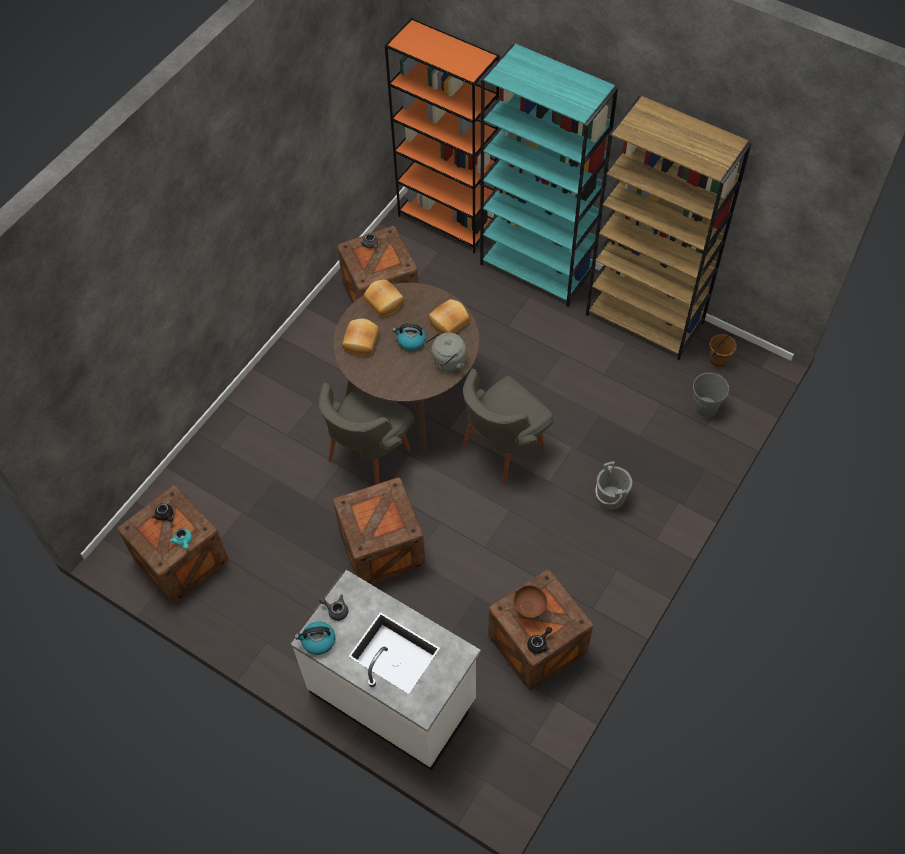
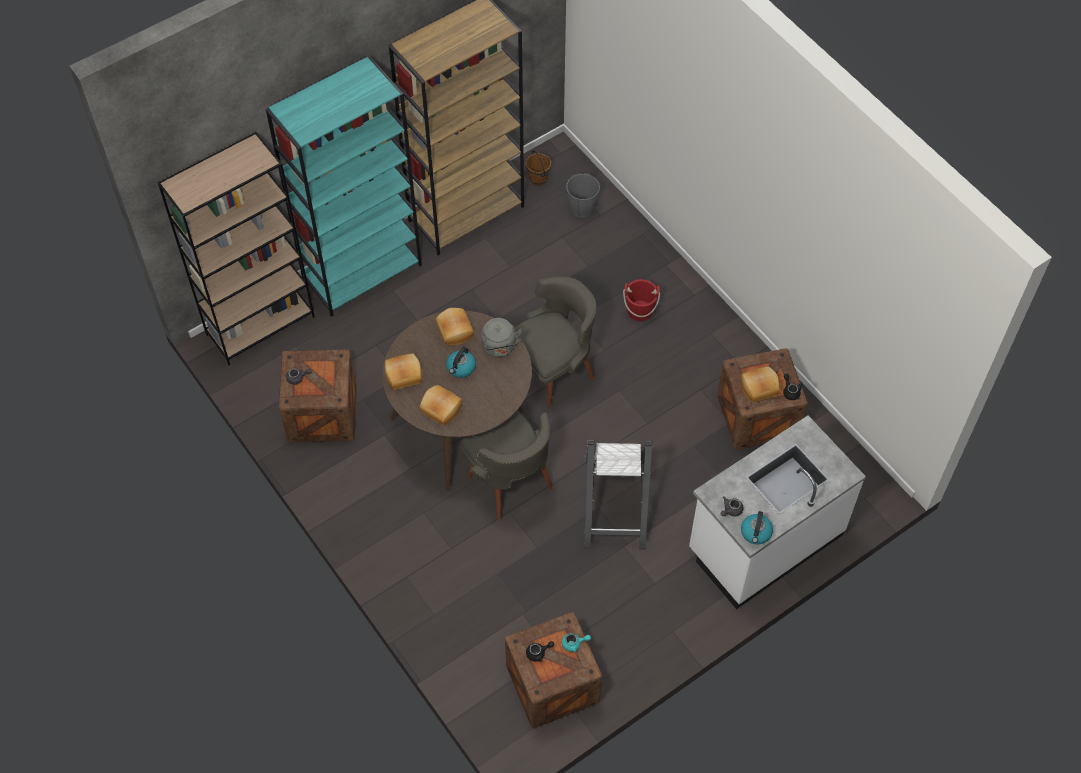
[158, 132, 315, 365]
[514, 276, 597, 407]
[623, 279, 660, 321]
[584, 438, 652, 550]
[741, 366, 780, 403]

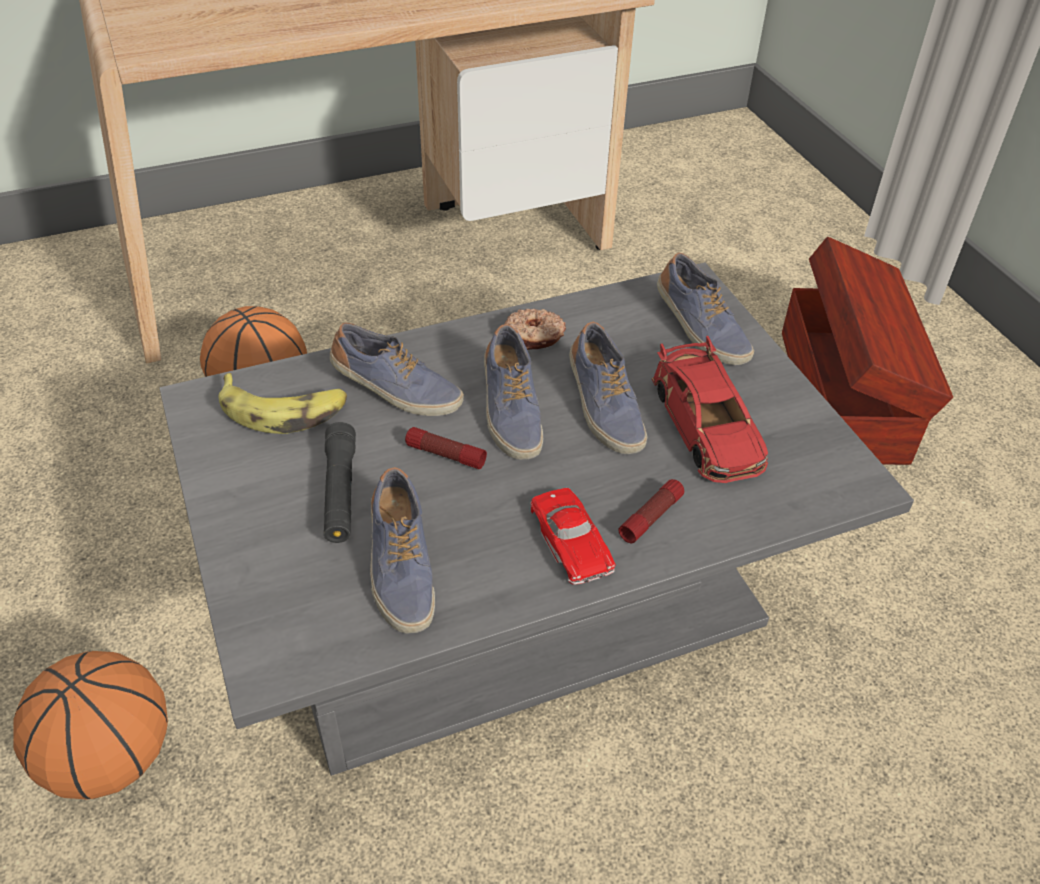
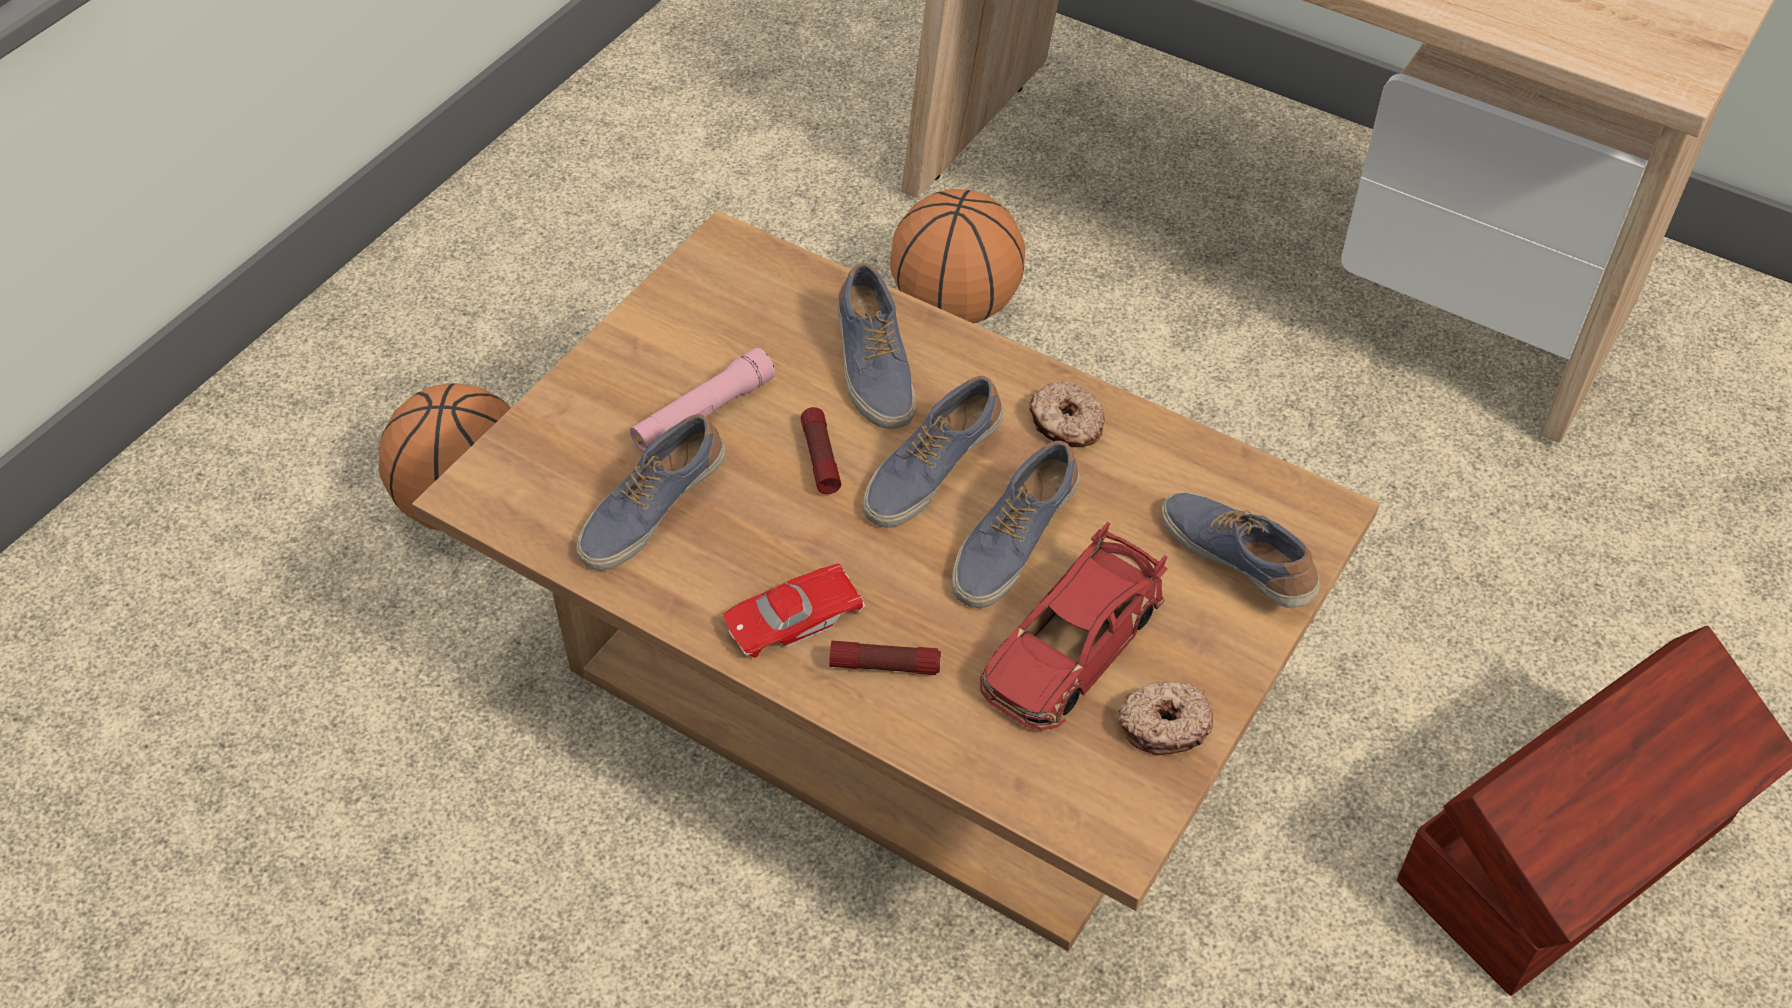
[1161, 492, 1320, 608]
[412, 211, 1380, 951]
[219, 373, 347, 434] (first image)
[630, 348, 775, 453]
[723, 563, 865, 658]
[1118, 682, 1213, 755]

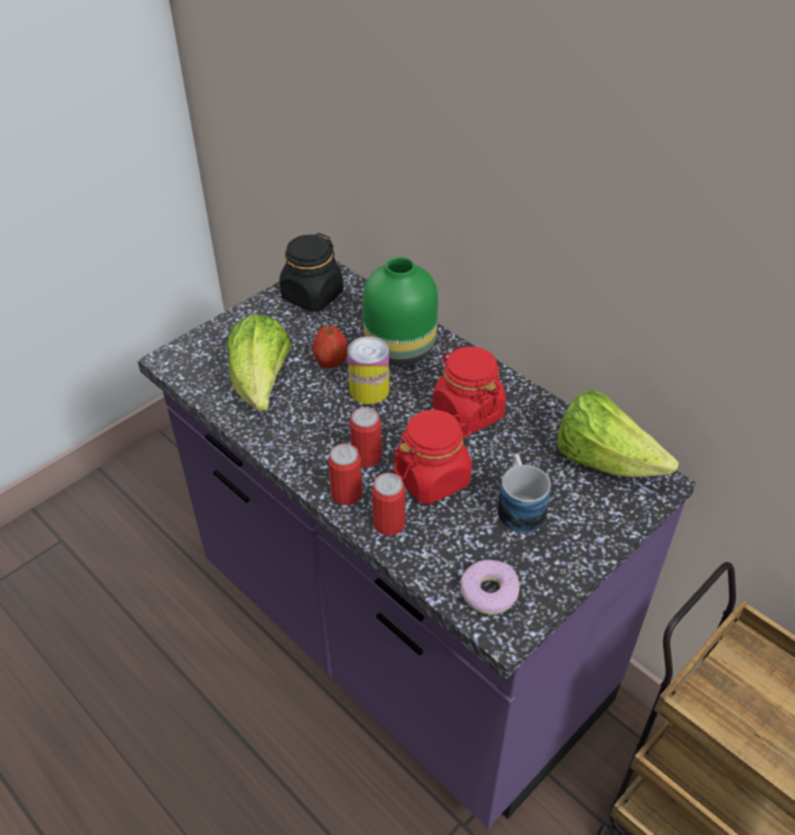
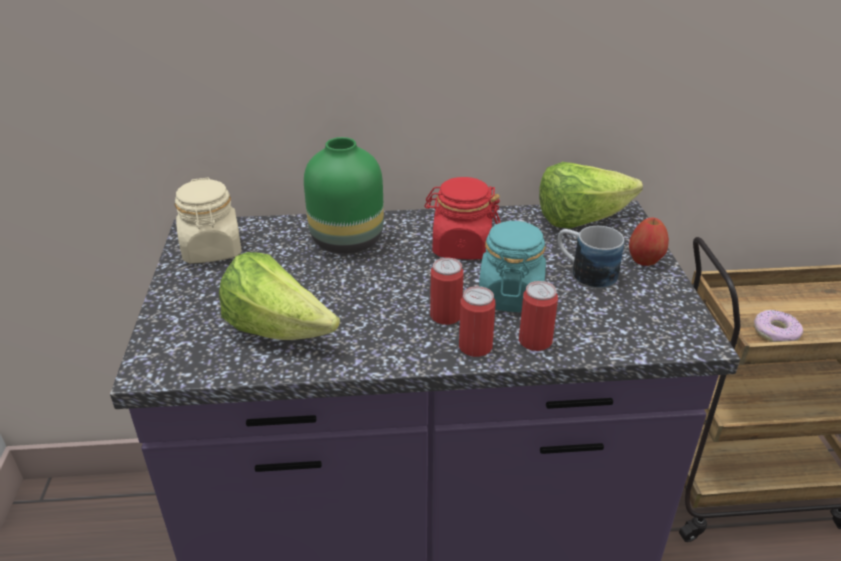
[174, 178, 242, 264]
[629, 218, 669, 266]
[347, 336, 389, 404] (first image)
[479, 221, 546, 312]
[754, 309, 803, 342]

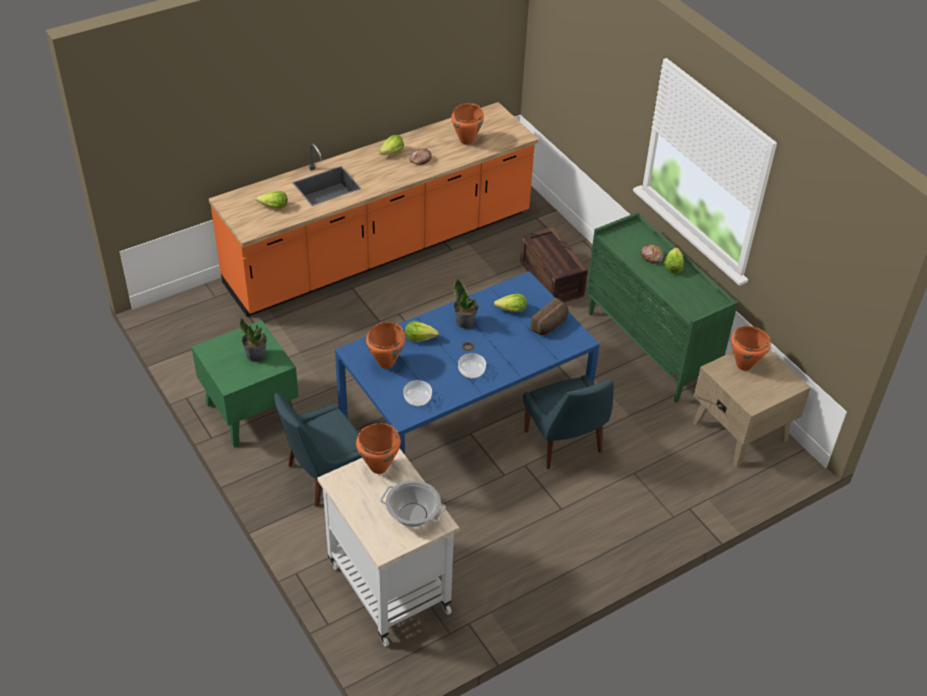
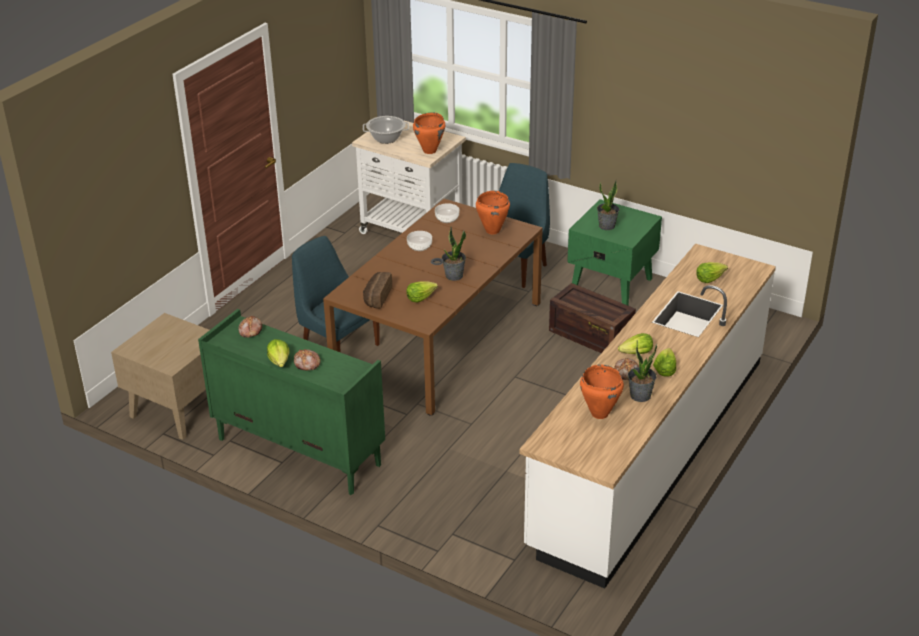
[519, 243, 776, 588]
[549, 283, 636, 353]
[323, 199, 543, 416]
[618, 333, 653, 354]
[731, 326, 771, 371] (first image)
[238, 315, 262, 338]
[628, 340, 657, 402]

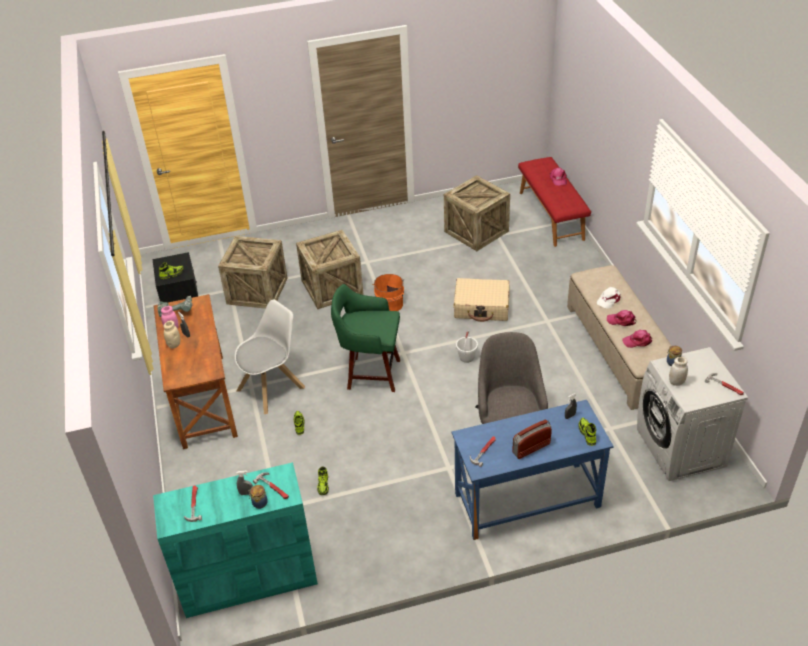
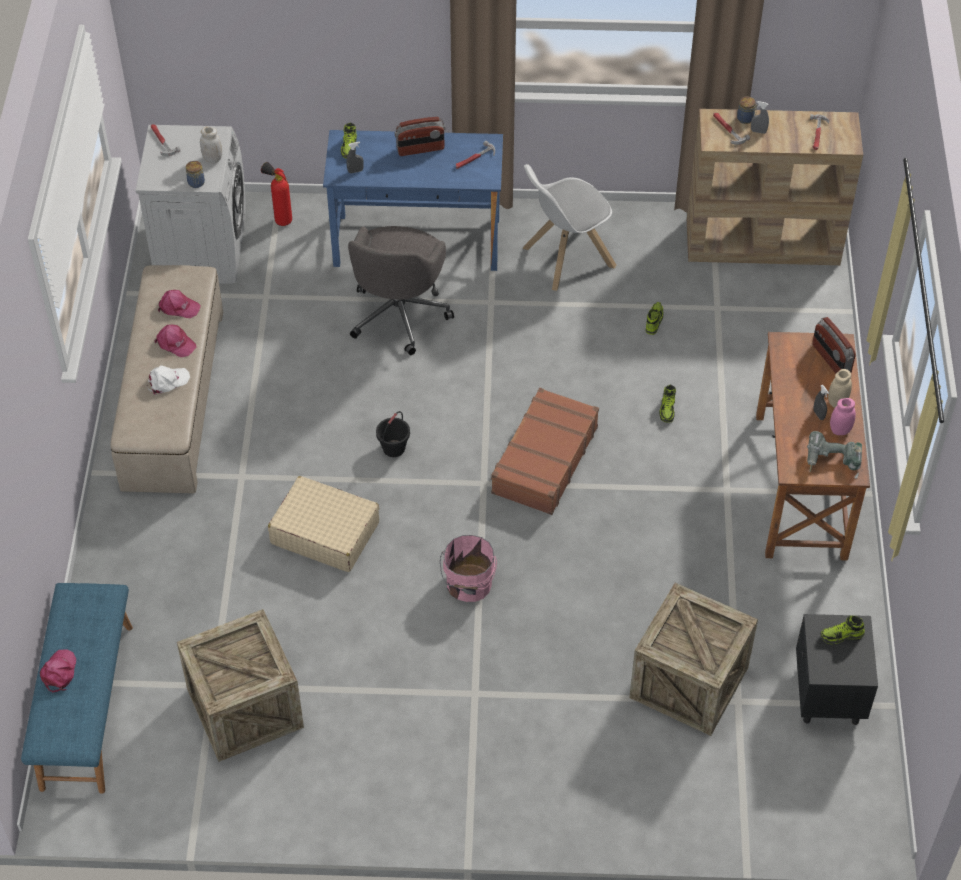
[21, 583, 133, 794]
[296, 230, 364, 309] (first image)
[440, 535, 497, 602]
[491, 388, 599, 515]
[522, 164, 616, 291]
[376, 411, 410, 457]
[687, 109, 863, 265]
[261, 162, 292, 226]
[812, 317, 856, 373]

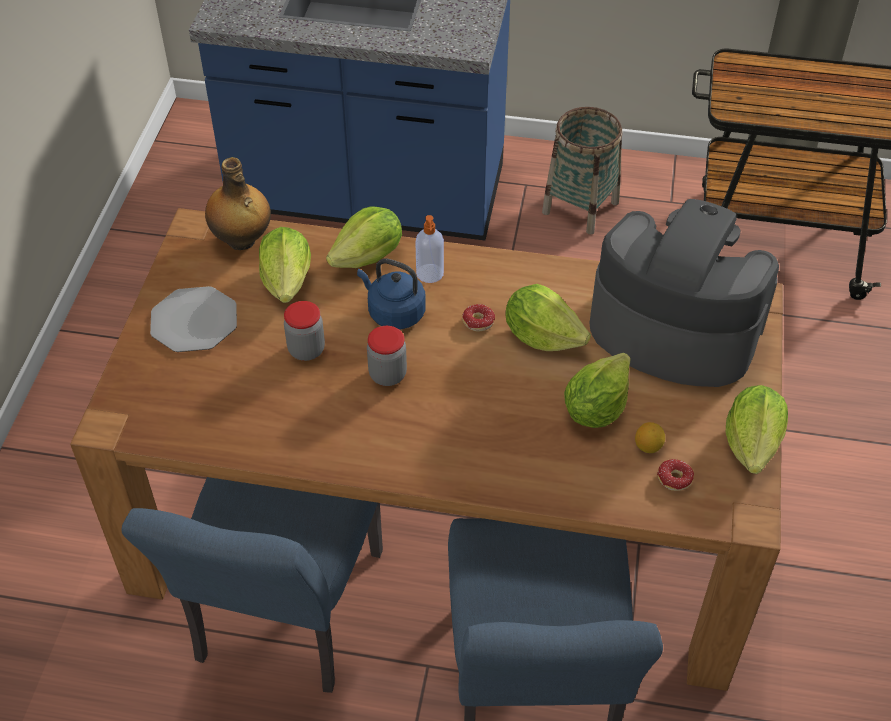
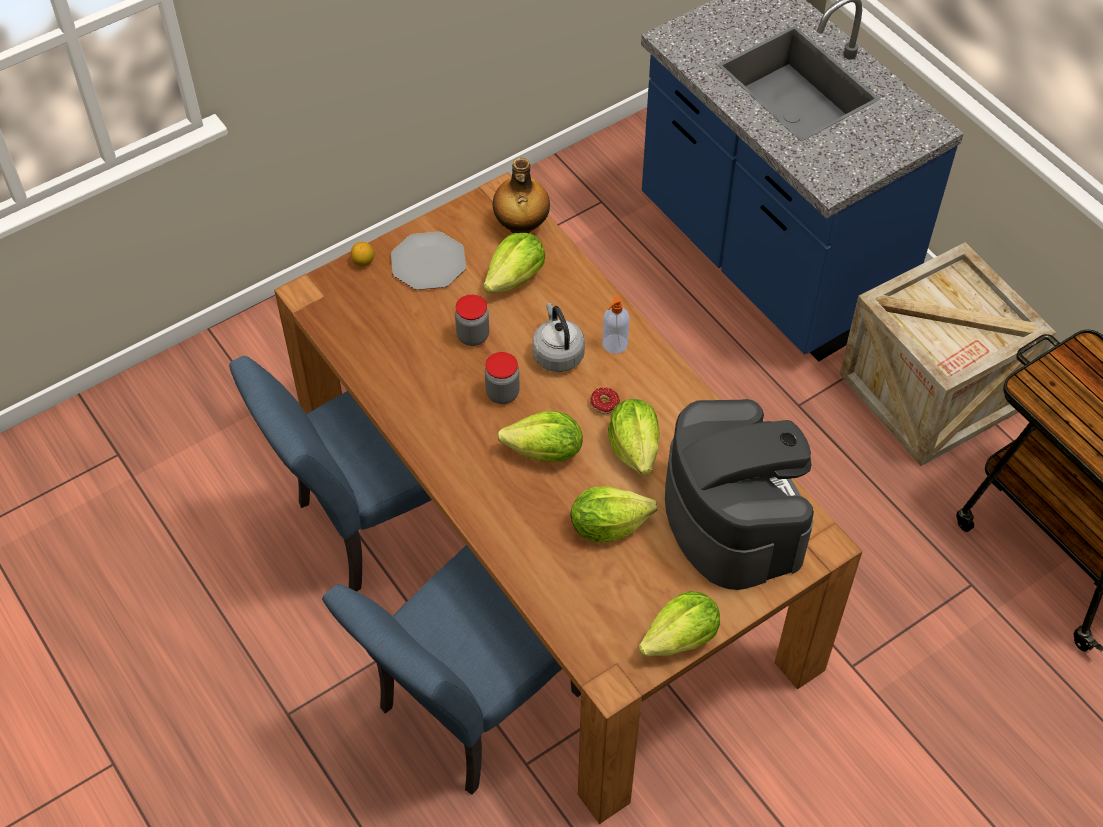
[839, 242, 1056, 466]
[497, 411, 583, 462]
[532, 303, 585, 372]
[351, 242, 374, 267]
[657, 459, 694, 491] (first image)

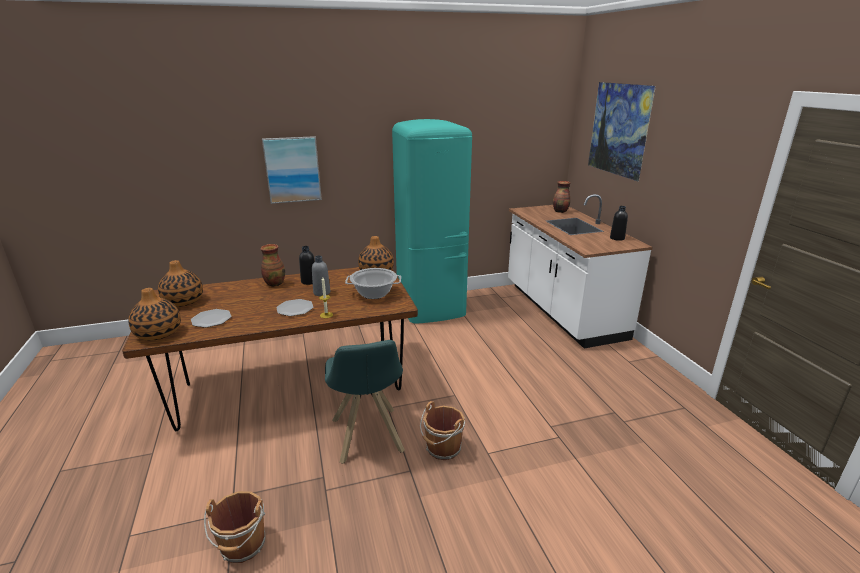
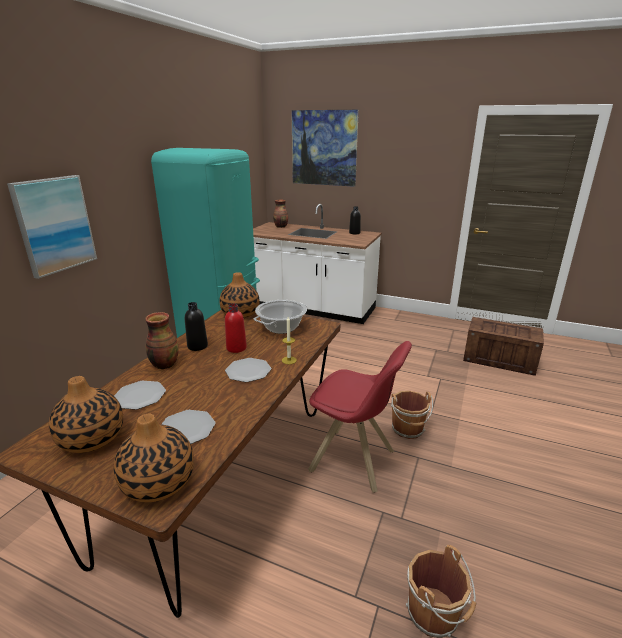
[225, 304, 247, 353]
[308, 341, 412, 493]
[463, 317, 544, 376]
[114, 381, 166, 410]

